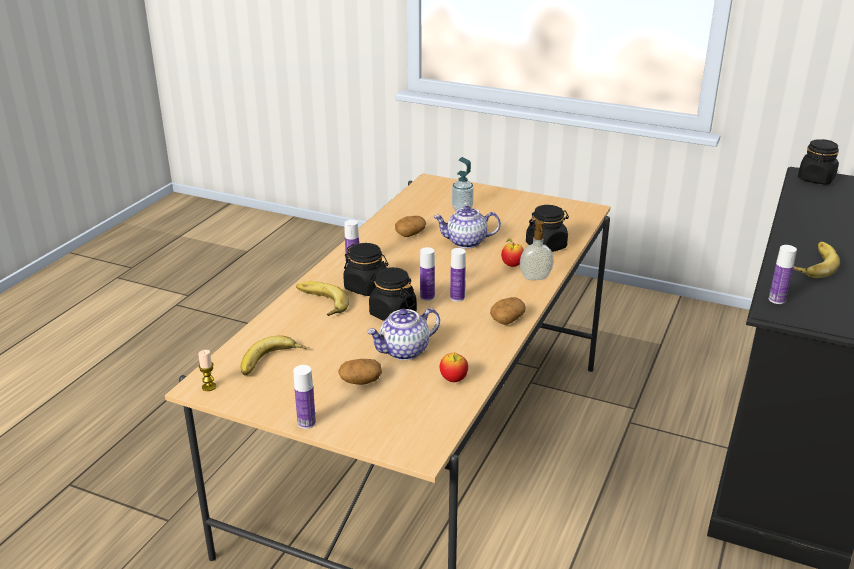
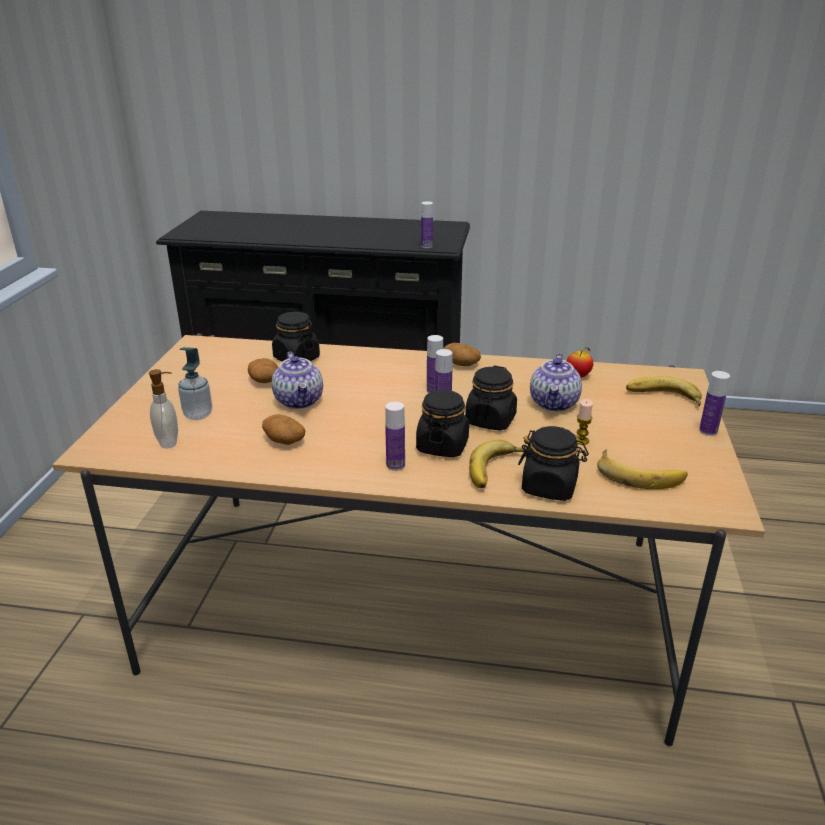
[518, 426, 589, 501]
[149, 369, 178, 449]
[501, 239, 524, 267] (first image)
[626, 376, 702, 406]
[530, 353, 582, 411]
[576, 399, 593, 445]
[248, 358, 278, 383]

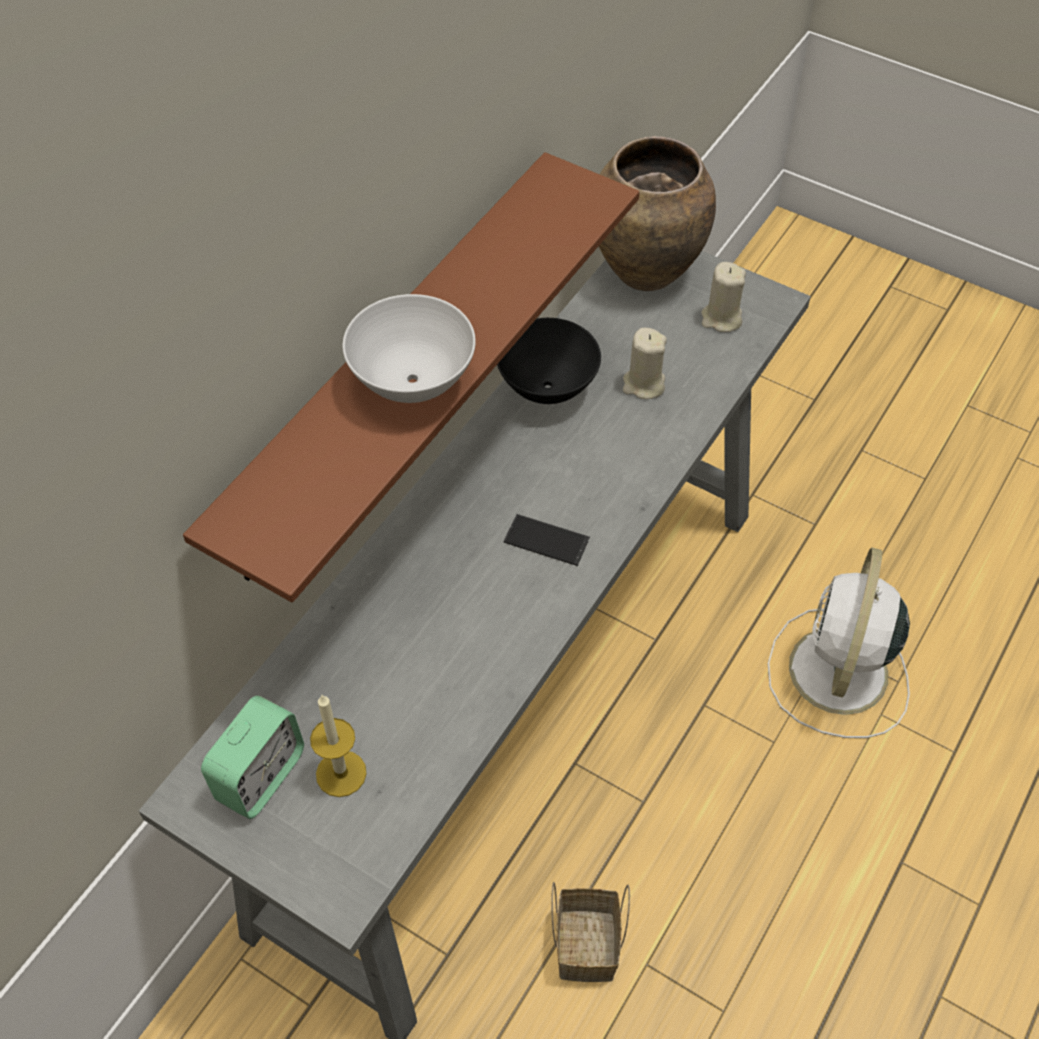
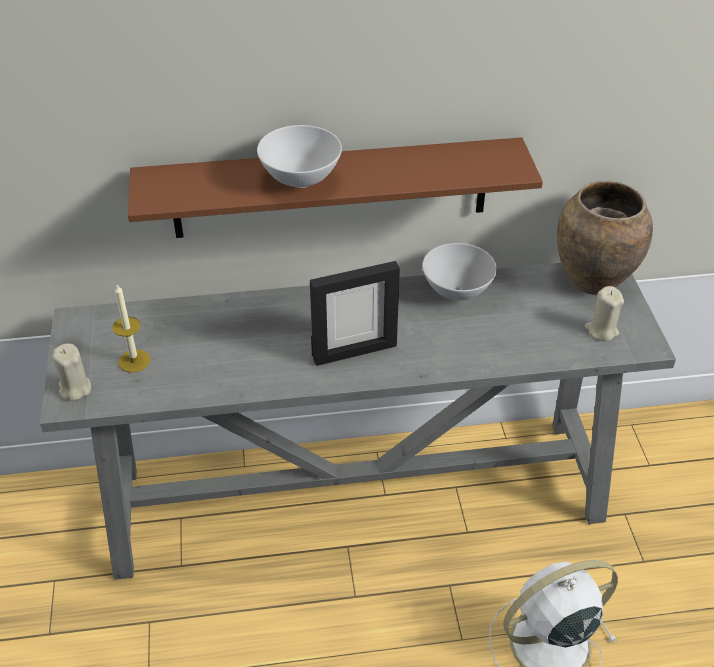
[422, 243, 497, 300]
[53, 344, 91, 401]
[310, 261, 400, 366]
[201, 695, 304, 819] (first image)
[551, 882, 630, 982] (first image)

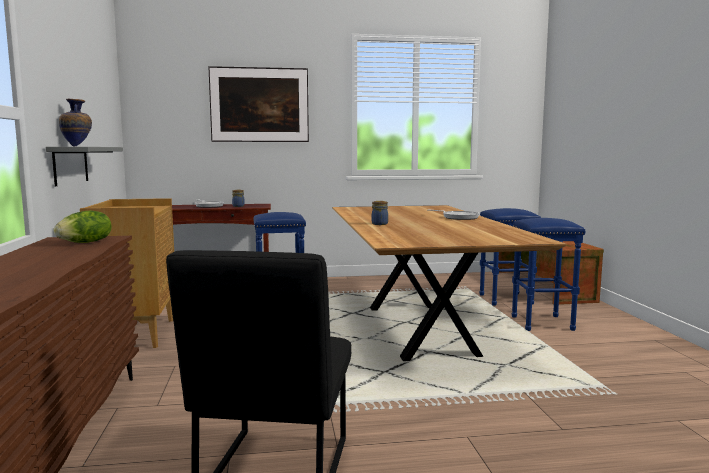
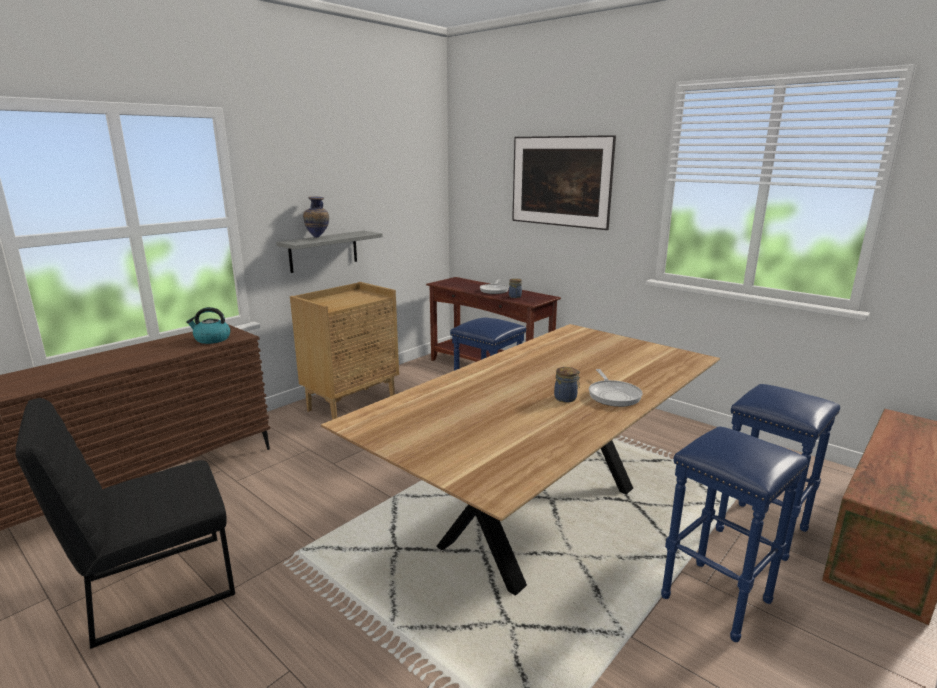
[554, 367, 580, 402]
[186, 307, 231, 344]

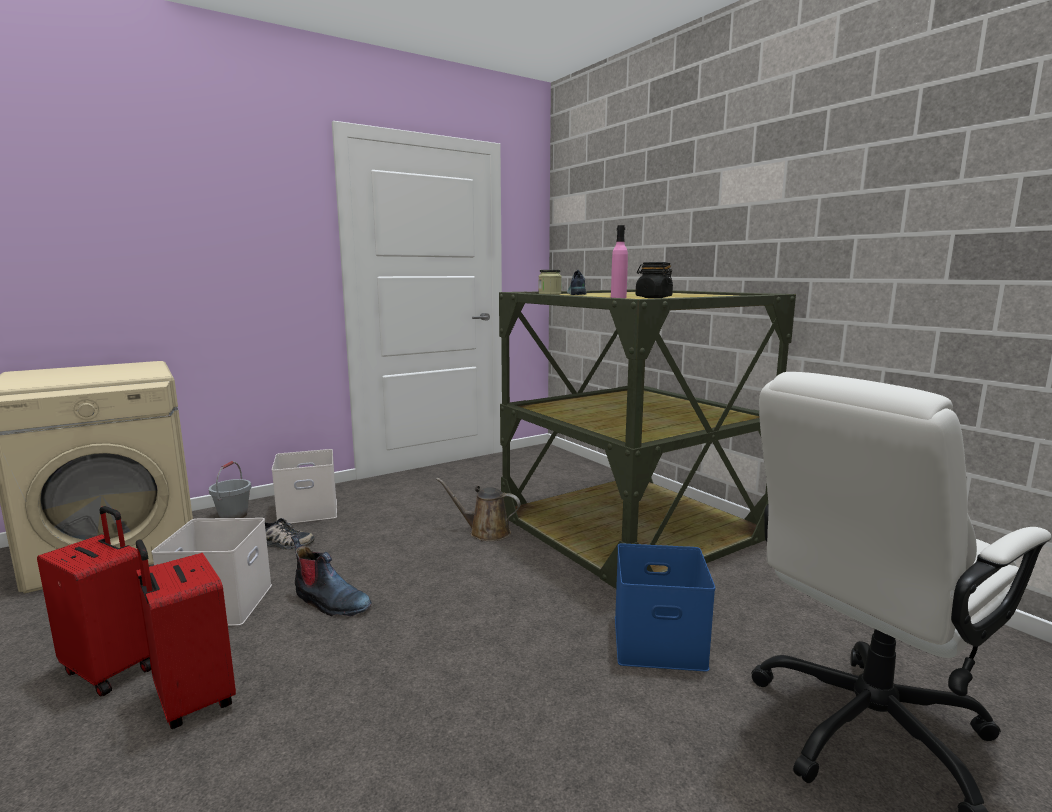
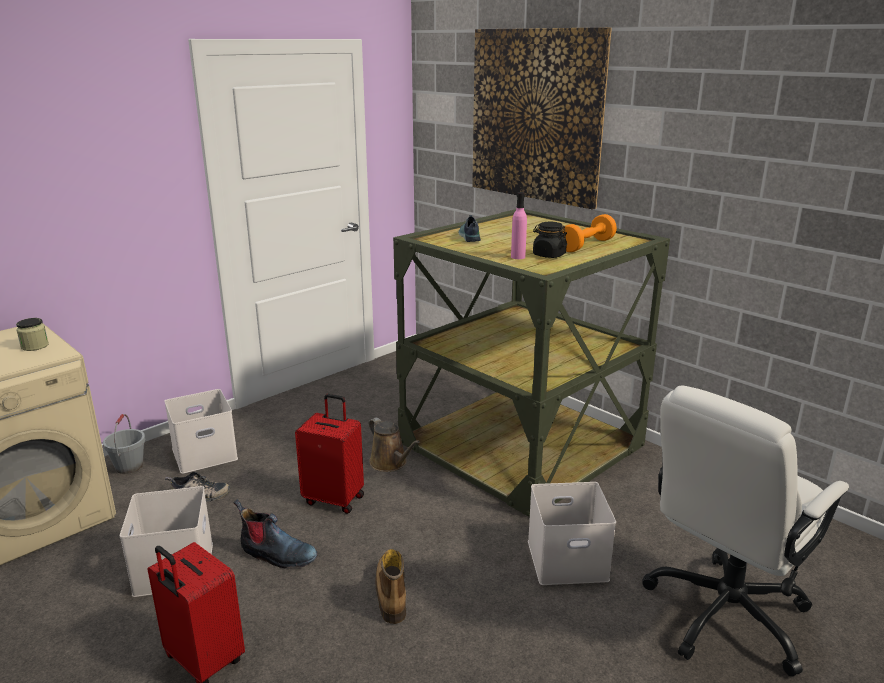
[16, 318, 49, 351]
[369, 418, 420, 472]
[295, 394, 364, 514]
[528, 482, 616, 585]
[472, 27, 612, 210]
[563, 214, 617, 252]
[376, 549, 406, 624]

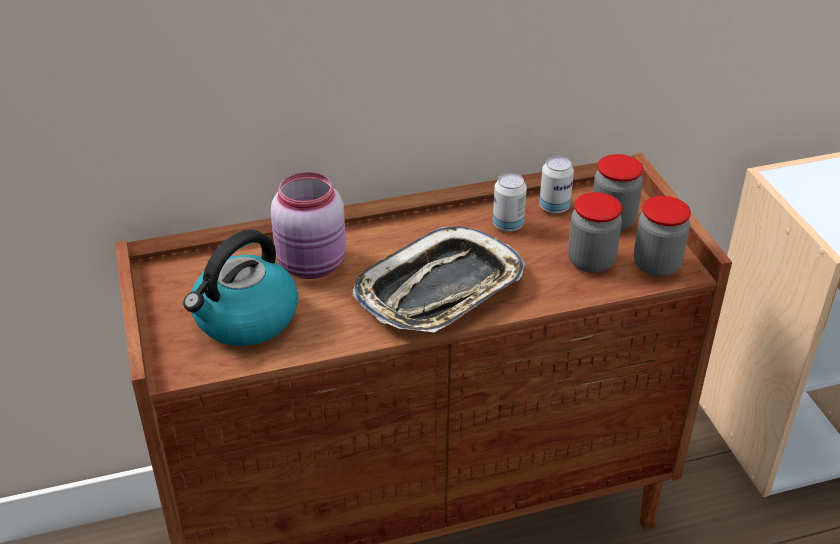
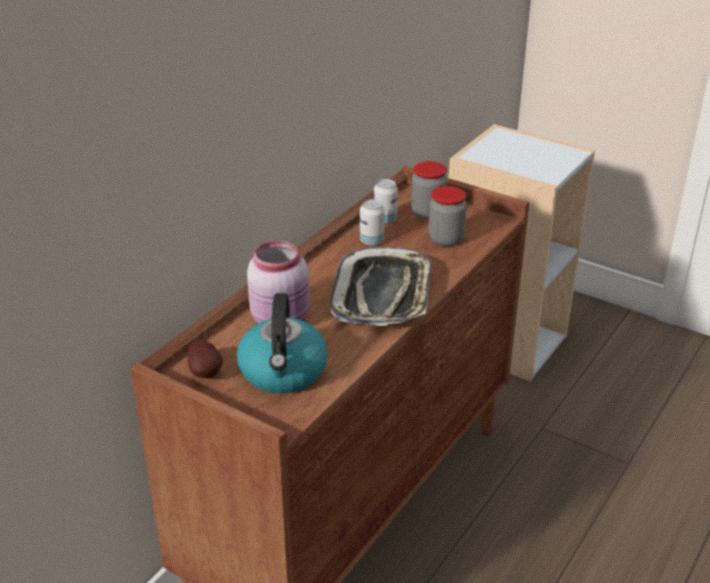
[634, 196, 691, 277] (first image)
[188, 340, 223, 378]

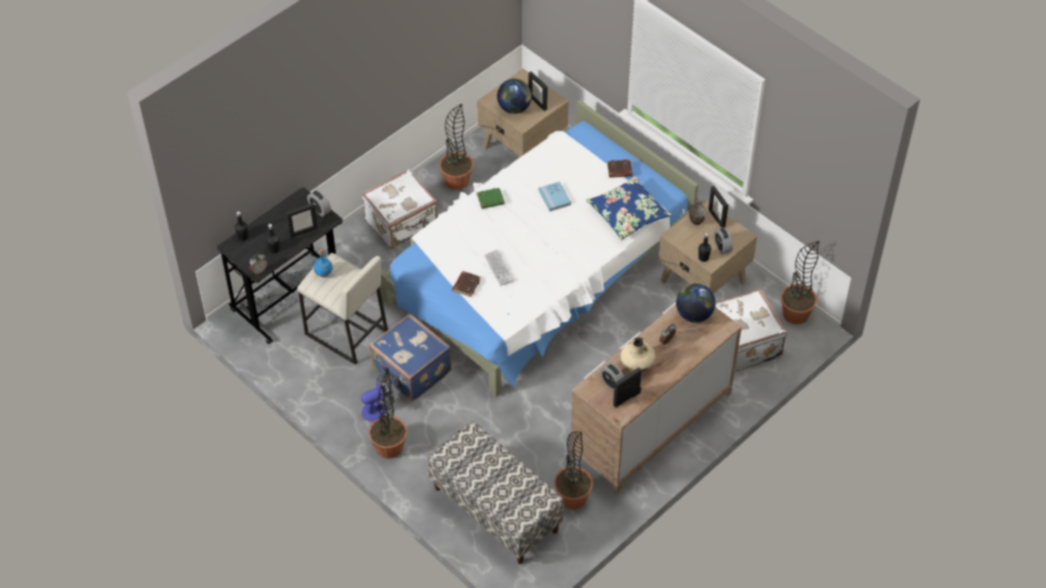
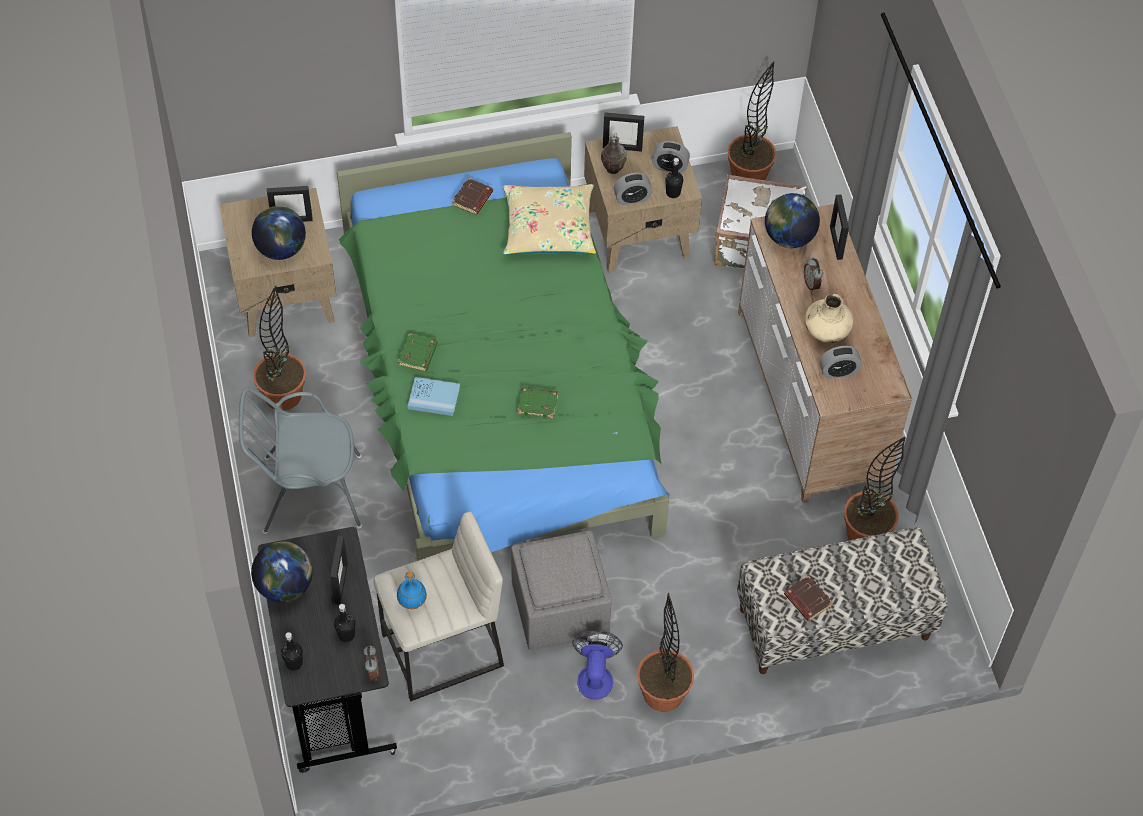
[337, 132, 670, 561]
[239, 388, 362, 534]
[503, 184, 596, 255]
[408, 377, 460, 416]
[614, 173, 652, 205]
[517, 386, 558, 419]
[784, 575, 833, 621]
[511, 530, 612, 650]
[830, 194, 849, 260]
[251, 541, 313, 602]

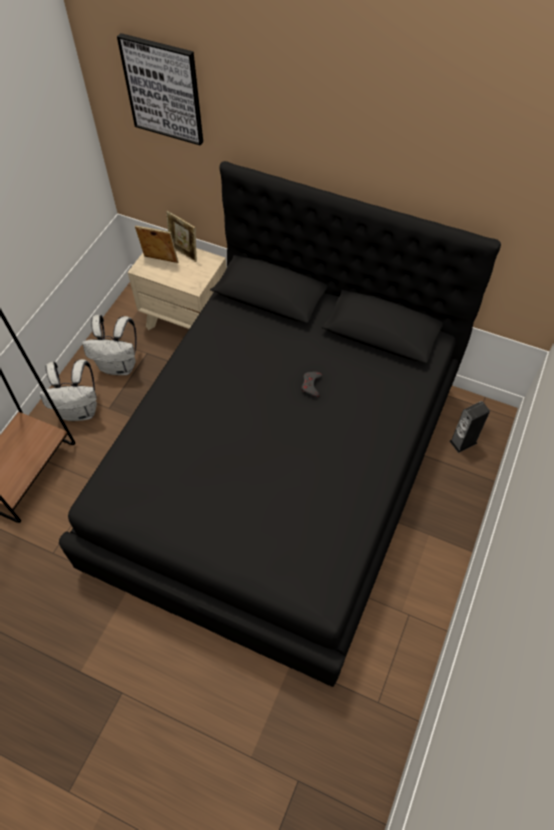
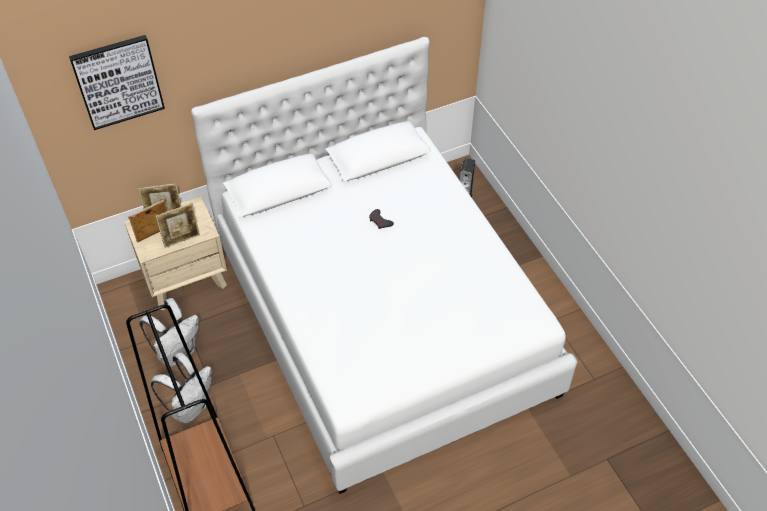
[191, 37, 577, 494]
[156, 203, 200, 248]

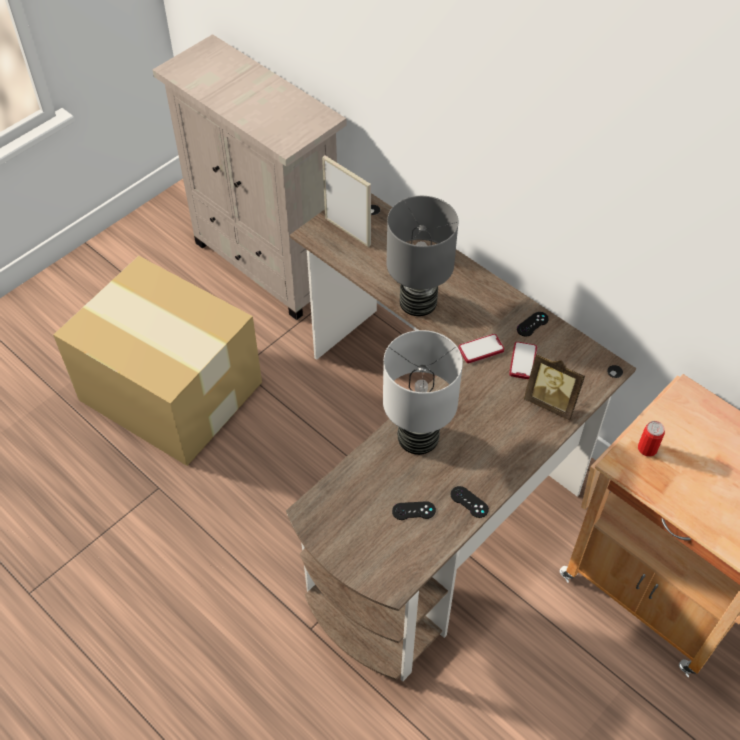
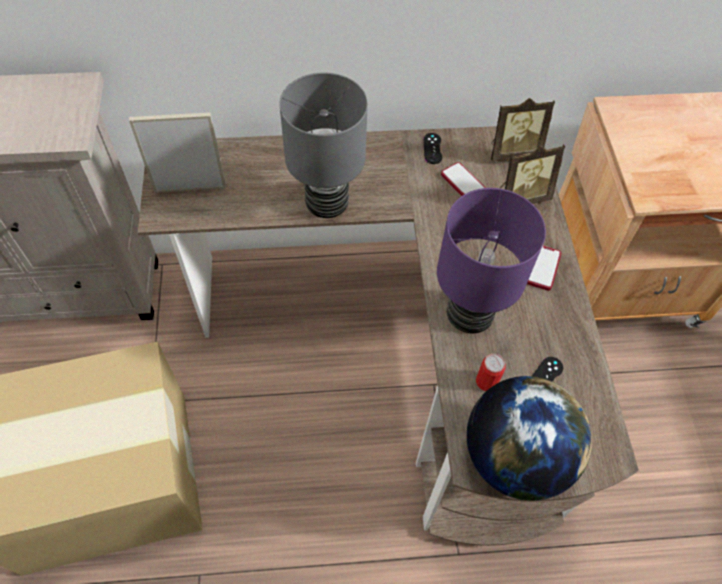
[437, 188, 546, 333]
[527, 246, 561, 291]
[476, 354, 506, 391]
[451, 486, 489, 518] (first image)
[491, 98, 555, 162]
[467, 376, 592, 501]

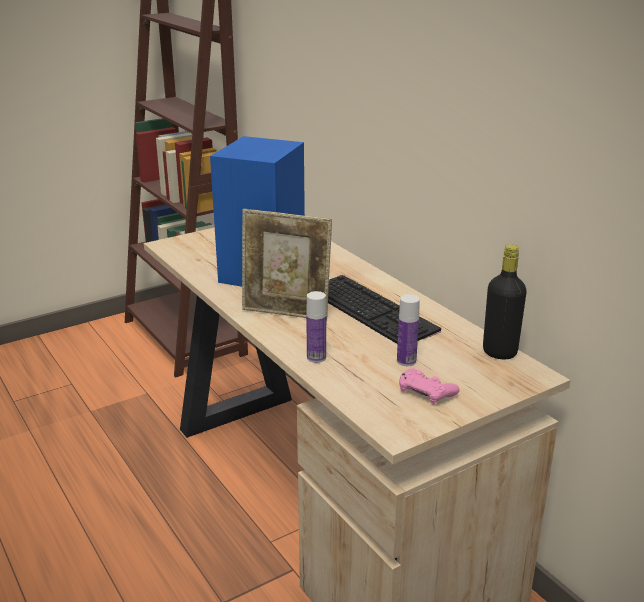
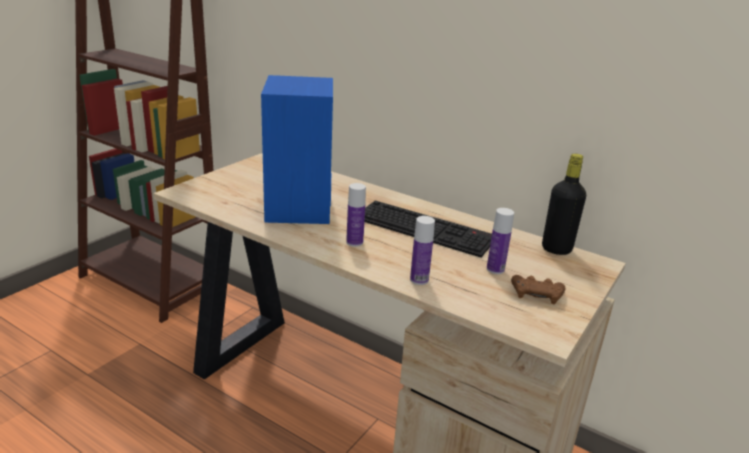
[346, 183, 366, 247]
[511, 275, 566, 305]

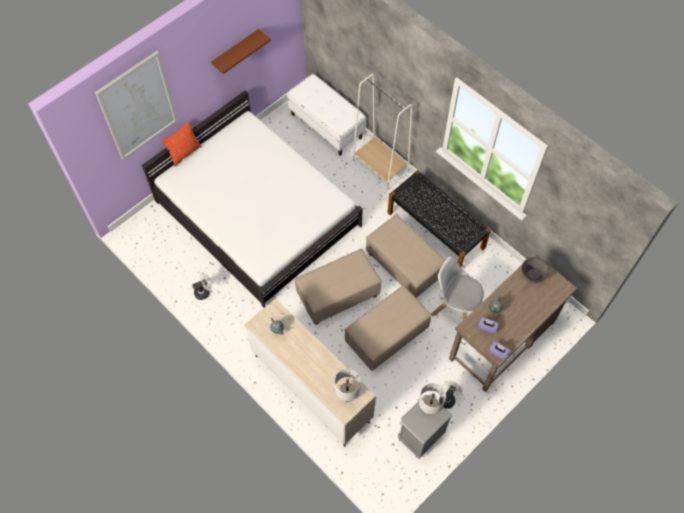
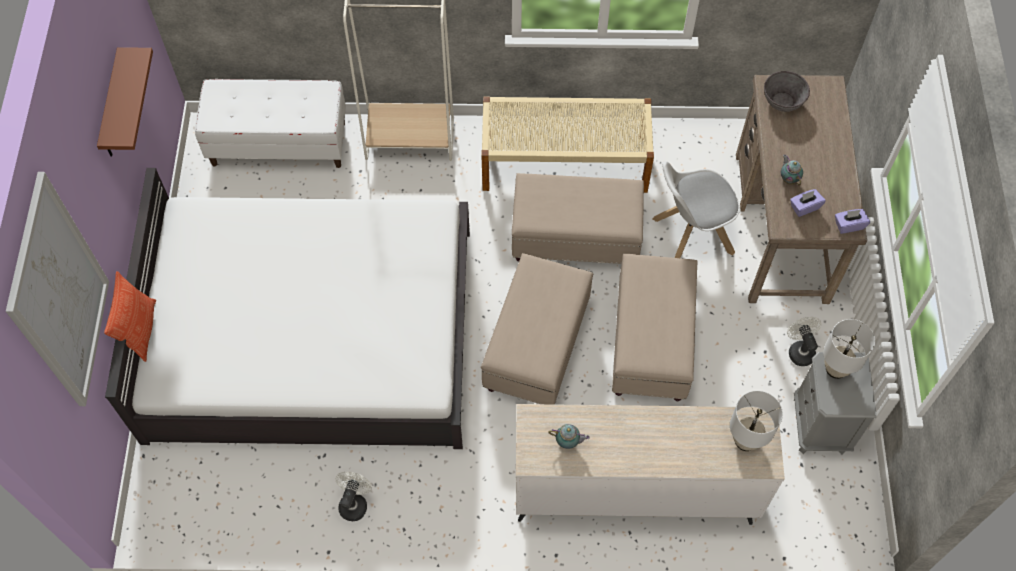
[481, 96, 654, 193]

